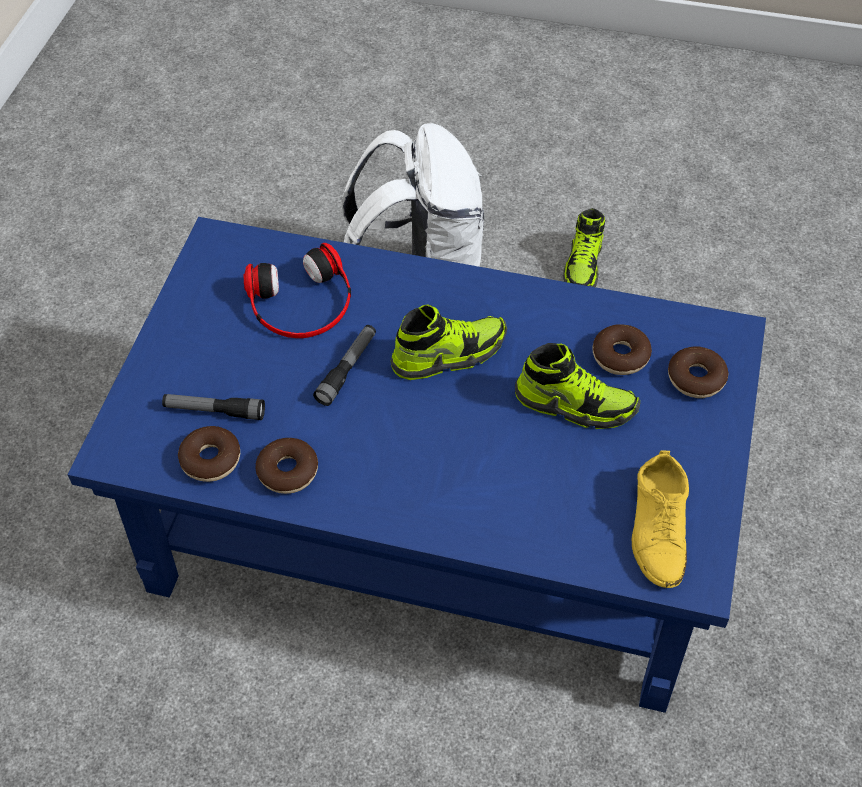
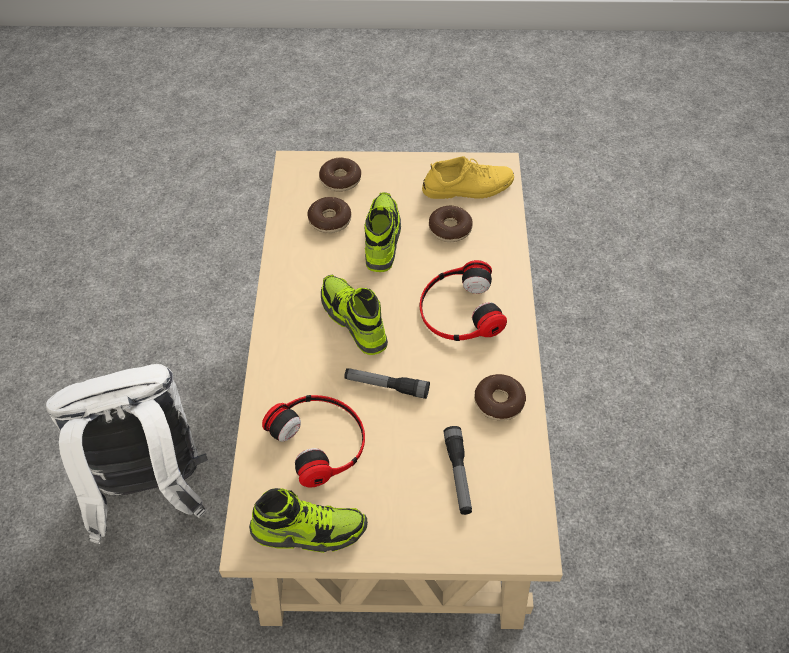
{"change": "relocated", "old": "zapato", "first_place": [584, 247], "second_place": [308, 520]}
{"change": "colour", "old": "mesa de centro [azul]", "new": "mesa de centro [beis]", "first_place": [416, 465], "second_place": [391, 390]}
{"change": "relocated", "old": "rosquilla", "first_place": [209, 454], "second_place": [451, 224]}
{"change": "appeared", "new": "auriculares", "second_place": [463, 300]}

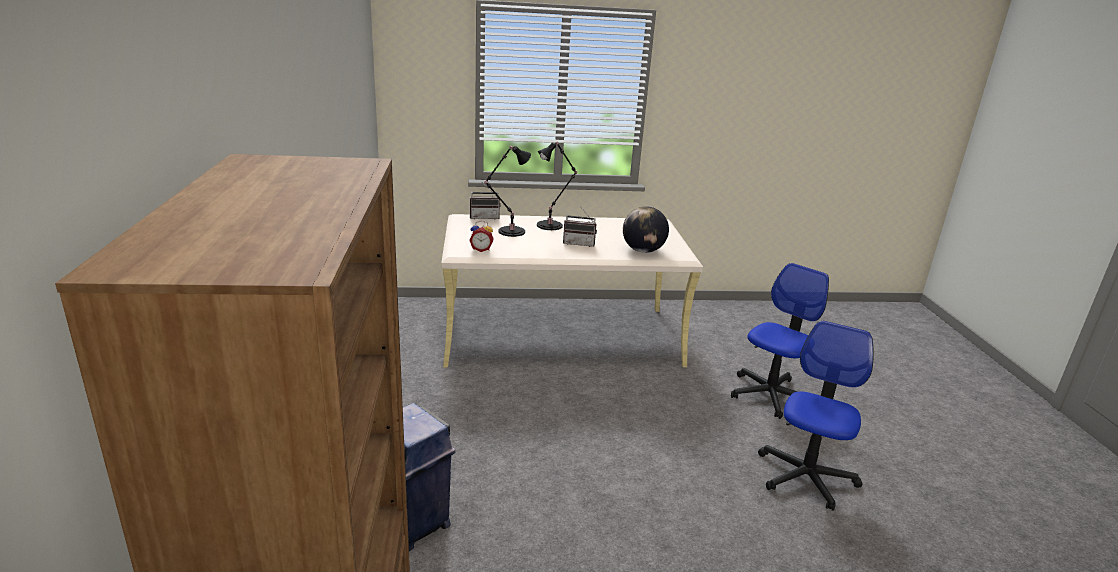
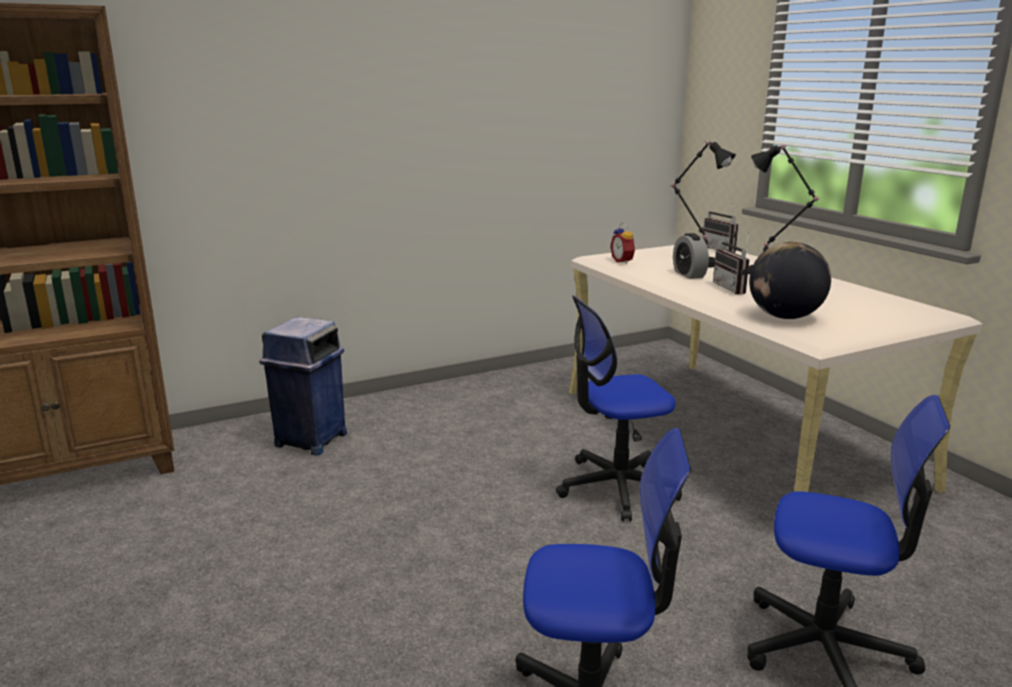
{"change": "appeared", "new": "despertador", "second_place": [691, 256]}
{"change": "appeared", "new": "silla de oficina", "second_place": [619, 409]}

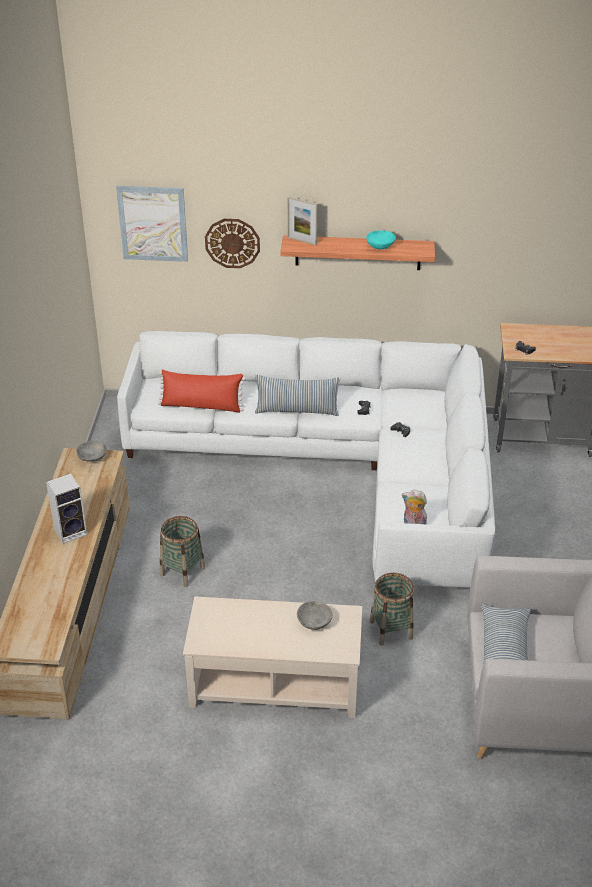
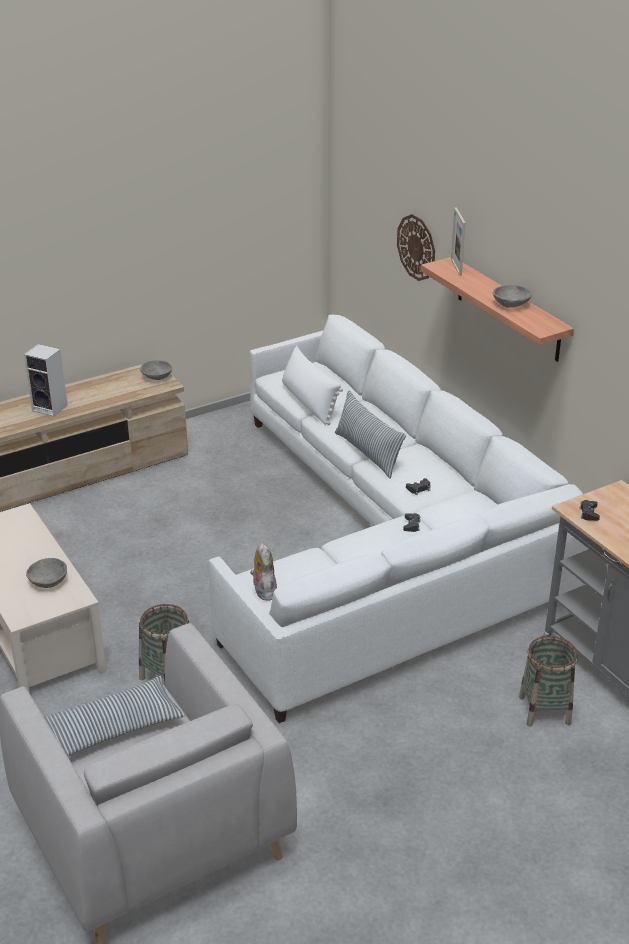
{"change": "missing", "old": "cuadro", "first_place": [152, 224]}
{"change": "colour", "old": "cuenco [turquesa]", "new": "cuenco [gris]", "first_place": [381, 240], "second_place": [512, 296]}
{"change": "colour", "old": "cojín [rojo]", "new": "cojín [blanco]", "first_place": [202, 391], "second_place": [312, 385]}
{"change": "relocated", "old": "cesta", "first_place": [182, 551], "second_place": [548, 681]}

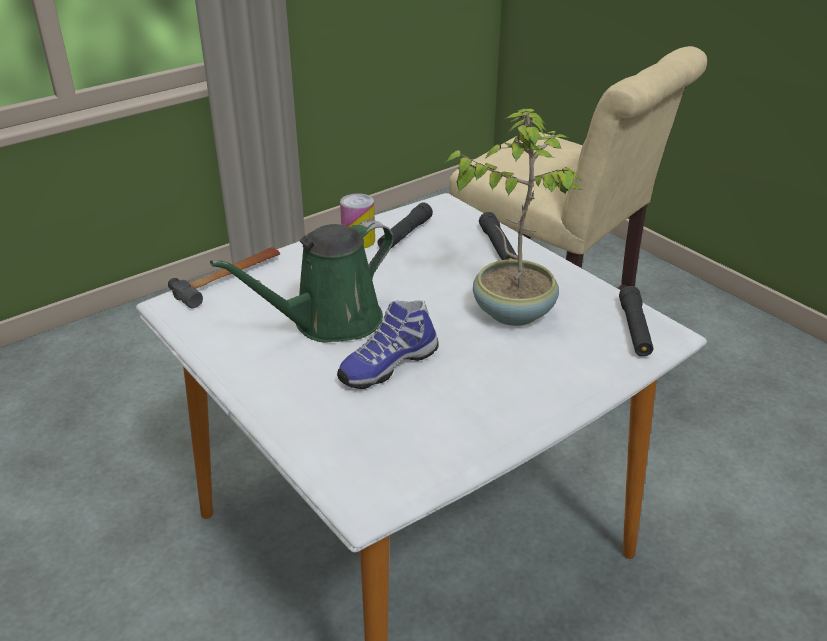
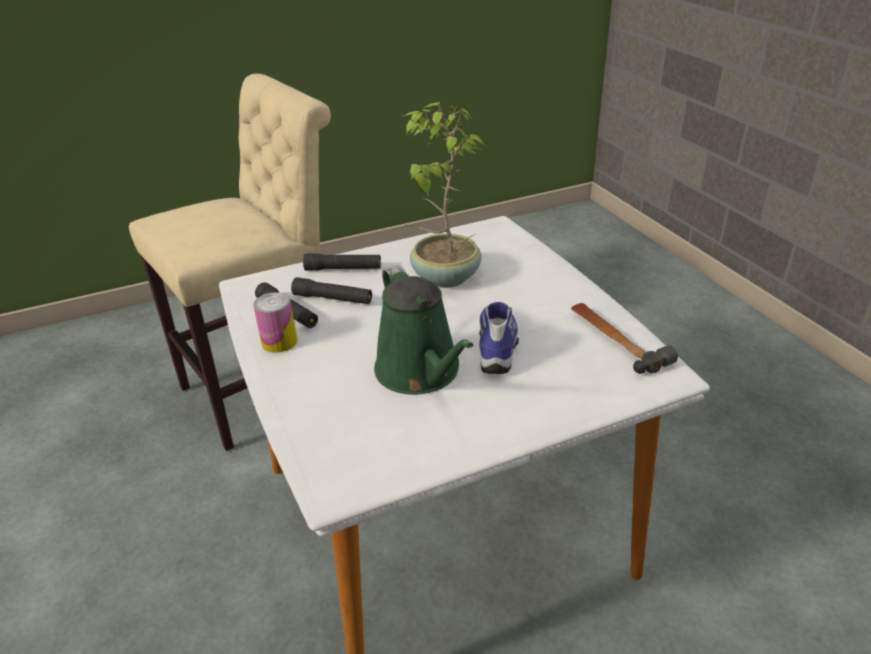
{"change": "relocated", "old": "martillo", "first_place": [224, 277], "second_place": [624, 338]}
{"change": "relocated", "old": "linterna [negro]", "first_place": [636, 321], "second_place": [331, 290]}
{"change": "spun", "old": "zapato", "first_place": [388, 344], "second_place": [499, 338], "degrees": -150}

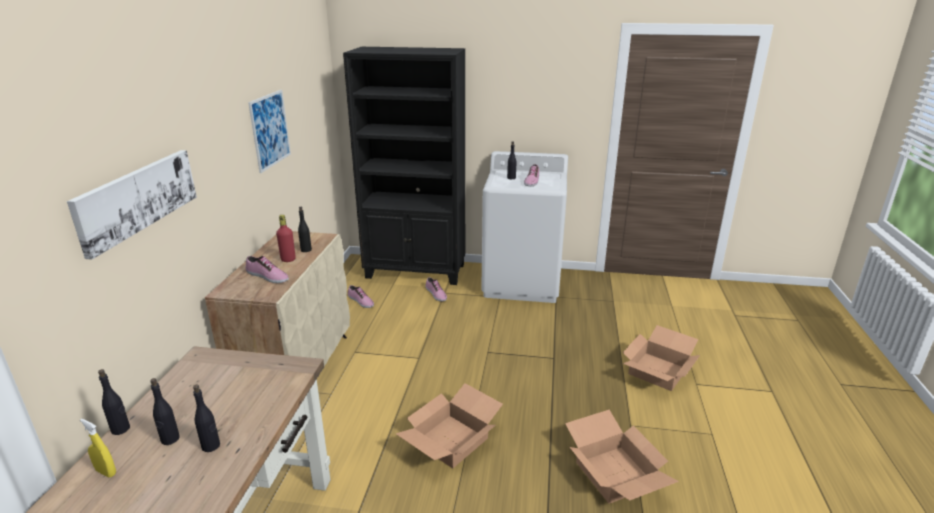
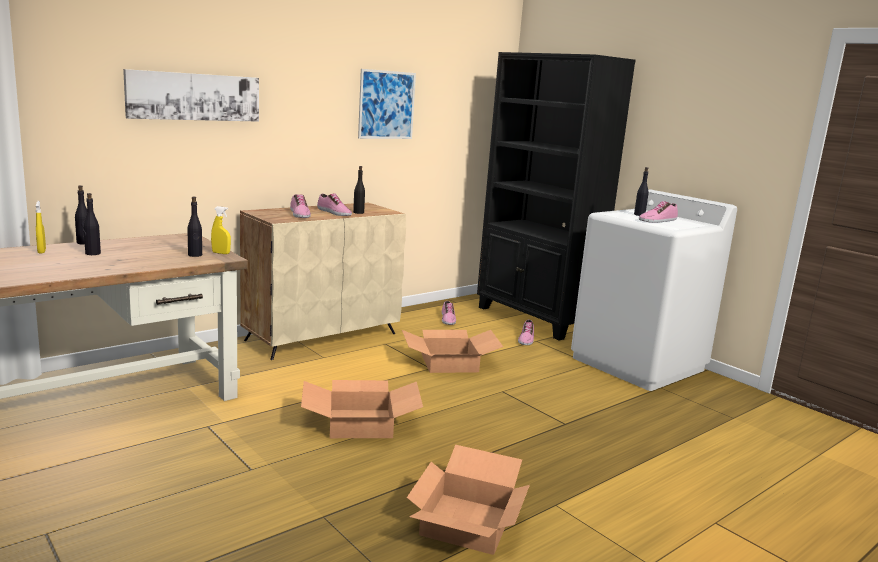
{"change": "exchanged", "old": "botella [rojo]", "new": "zapato", "first_place": [286, 238], "second_place": [334, 204]}
{"change": "relocated", "old": "caja de cartón", "first_place": [661, 358], "second_place": [452, 351]}
{"change": "relocated", "old": "botella [negro]", "first_place": [206, 418], "second_place": [194, 227]}
{"change": "appeared", "new": "pulverizador [amarillo]", "second_place": [221, 230]}

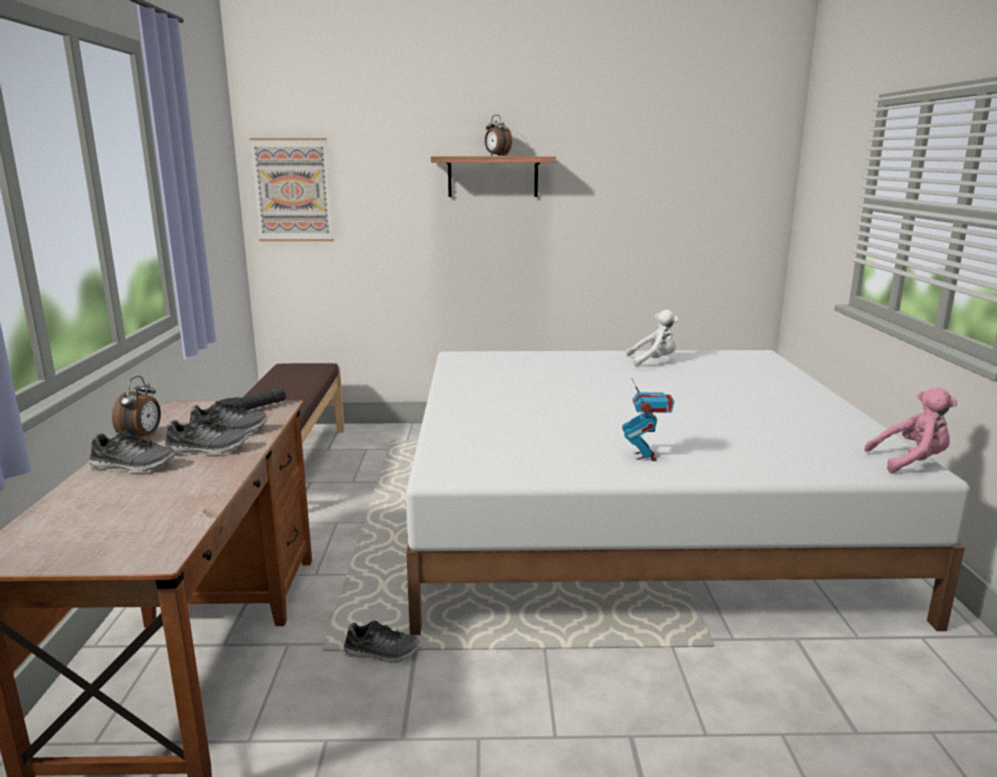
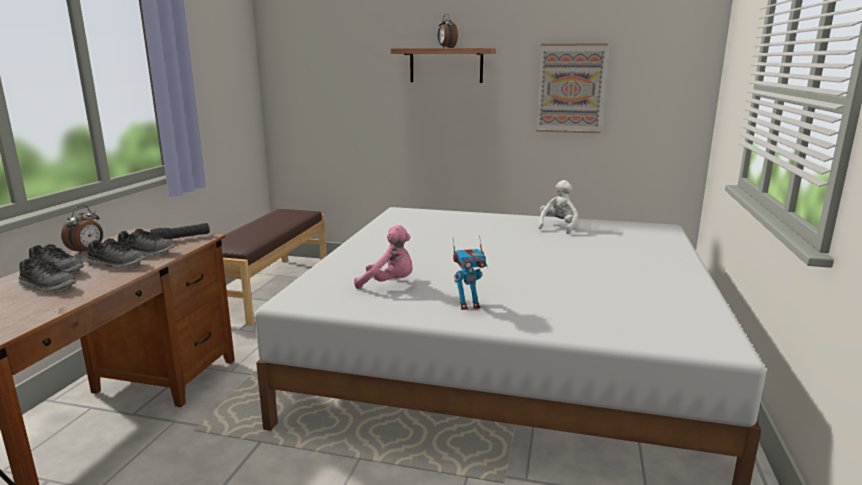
{"change": "relocated", "old": "cuadro", "first_place": [291, 189], "second_place": [572, 88]}
{"change": "spun", "old": "peluche [blanco]", "first_place": [652, 338], "second_place": [558, 207], "degrees": -75}
{"change": "spun", "old": "robot de juguete", "first_place": [648, 419], "second_place": [470, 273], "degrees": 60}
{"change": "relocated", "old": "peluche [rosa]", "first_place": [911, 430], "second_place": [383, 257]}
{"change": "relocated", "old": "zapato", "first_place": [381, 642], "second_place": [47, 275]}

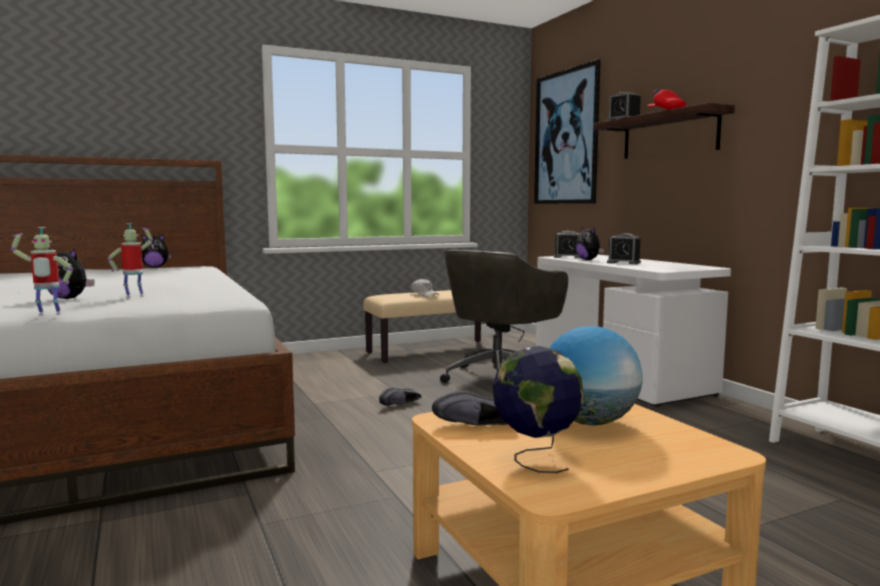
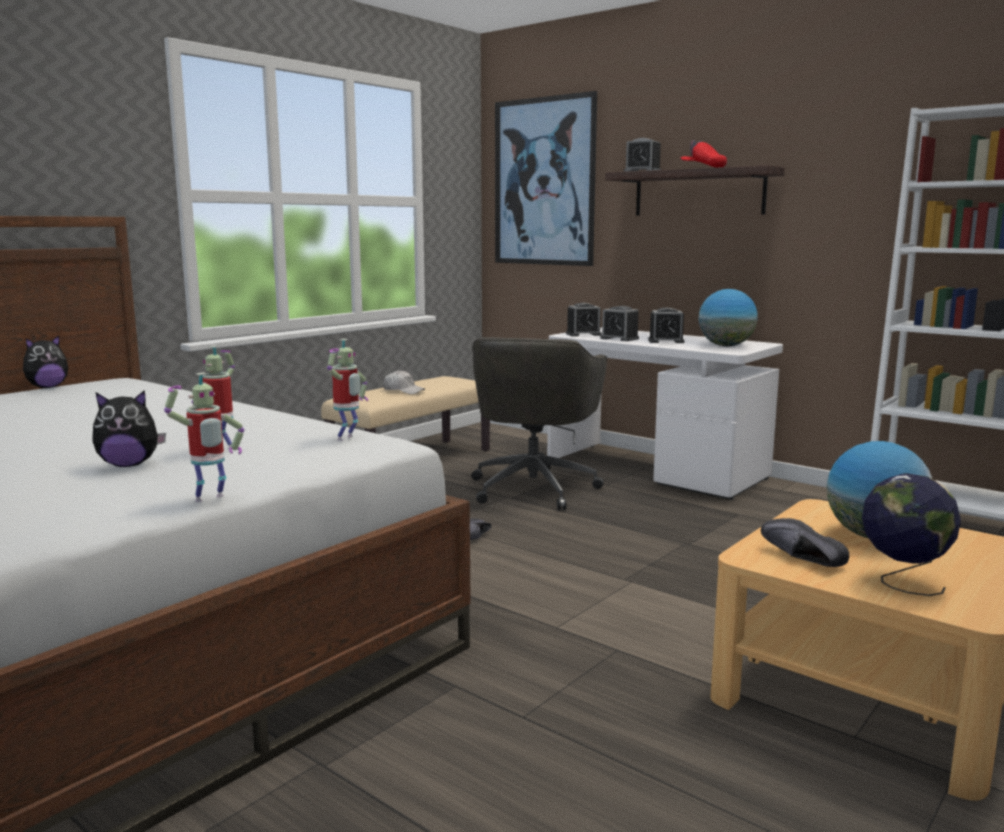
{"change": "exchanged", "old": "peluche", "new": "despertador", "first_place": [590, 243], "second_place": [619, 323]}
{"change": "spun", "old": "zapato [negro]", "first_place": [469, 408], "second_place": [805, 542], "degrees": 75}
{"change": "appeared", "new": "globo terráqueo", "second_place": [728, 317]}
{"change": "appeared", "new": "robot de juguete", "second_place": [347, 390]}

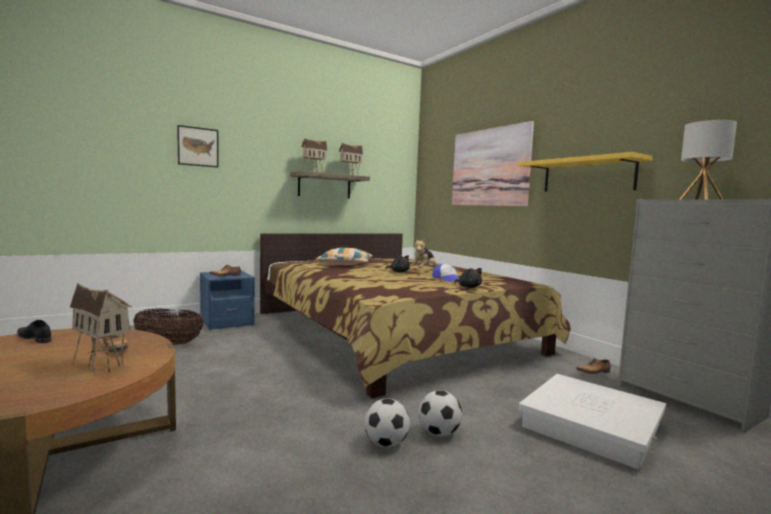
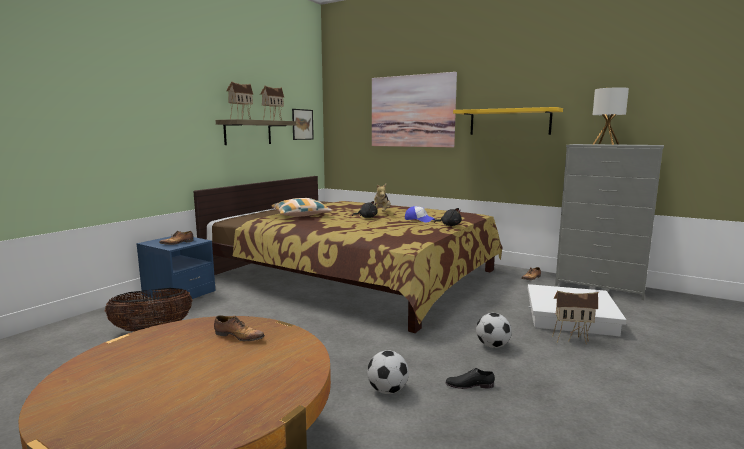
{"change": "relocated", "old": "cuadro", "first_place": [198, 146], "second_place": [303, 124]}
{"change": "relocated", "old": "casita", "first_place": [101, 328], "second_place": [575, 317]}
{"change": "relocated", "old": "zapato [negro]", "first_place": [34, 331], "second_place": [470, 378]}
{"change": "relocated", "old": "balón de fútbol", "first_place": [387, 422], "second_place": [388, 372]}

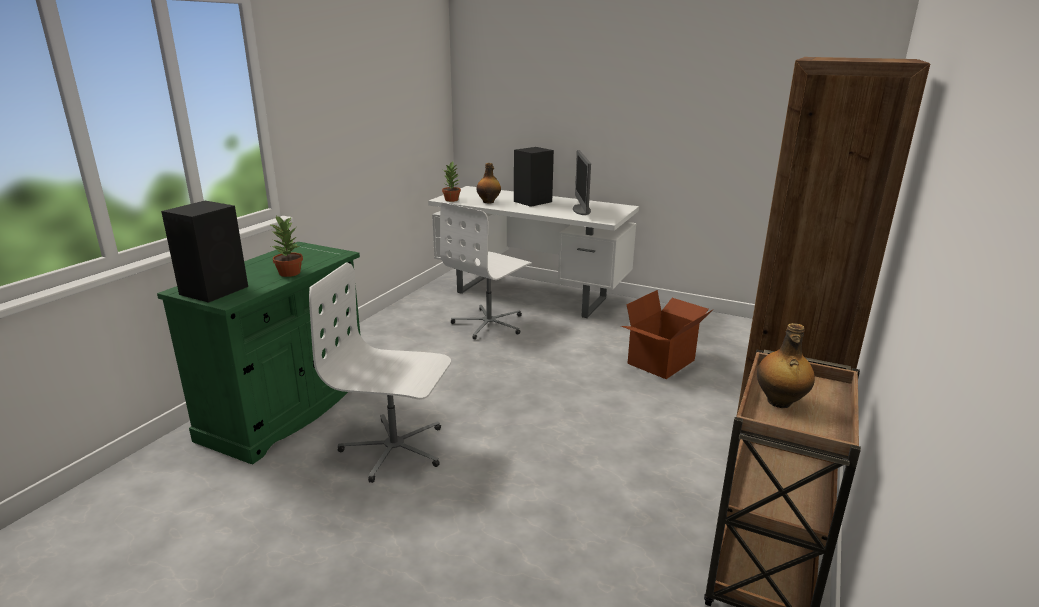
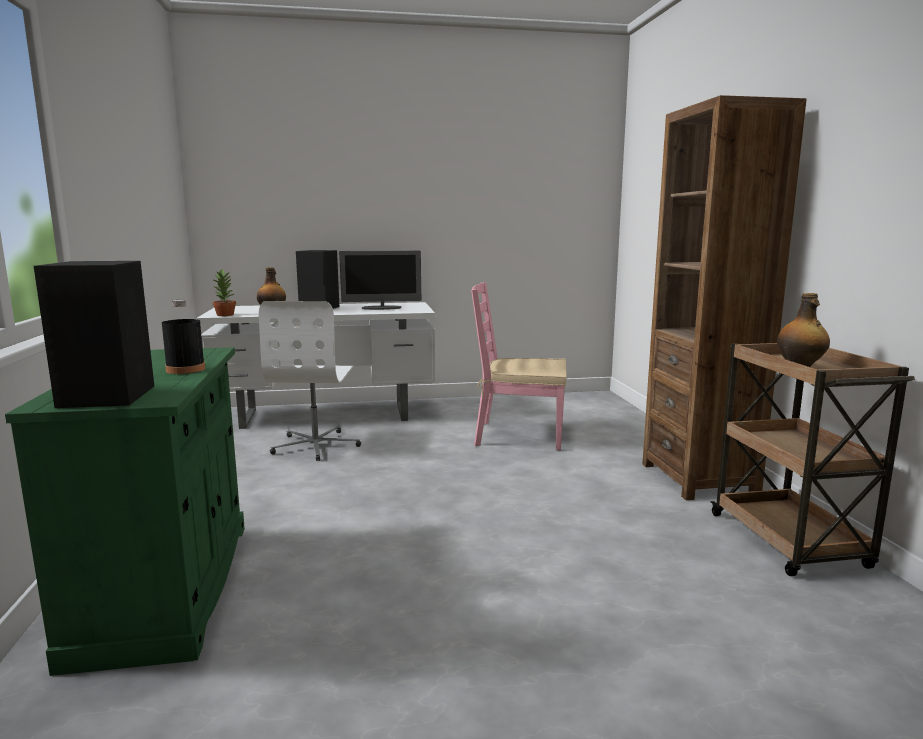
{"change": "spun", "old": "monitor", "first_place": [582, 182], "second_place": [380, 280], "degrees": -60}
{"change": "exchanged", "old": "planta en maceta", "new": "botella [negro]", "first_place": [286, 246], "second_place": [183, 337]}
{"change": "missing", "old": "silla de oficina [blanco]", "first_place": [380, 372]}
{"change": "exchanged", "old": "caja de cartón", "new": "silla [rosa]", "first_place": [667, 334], "second_place": [519, 366]}

